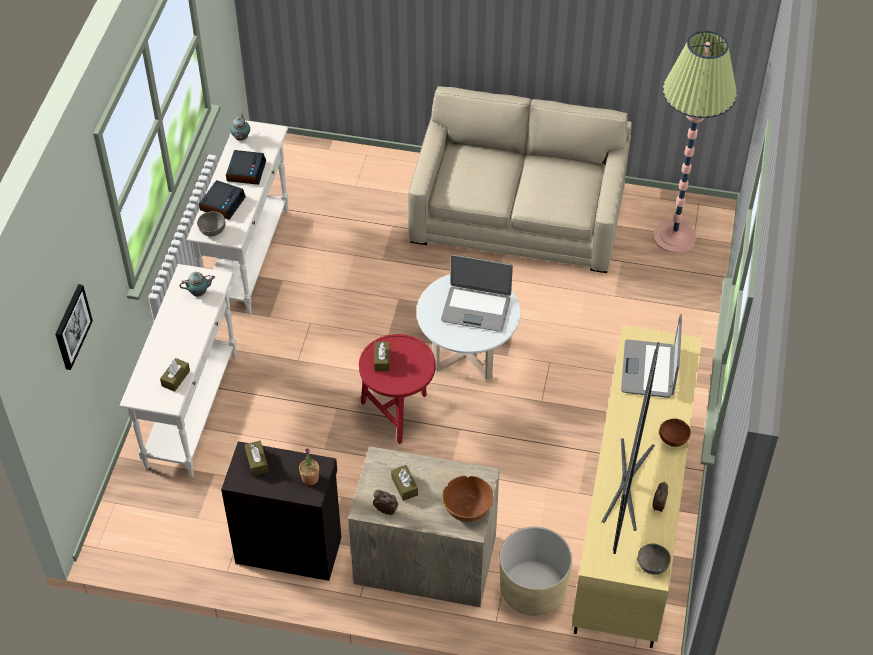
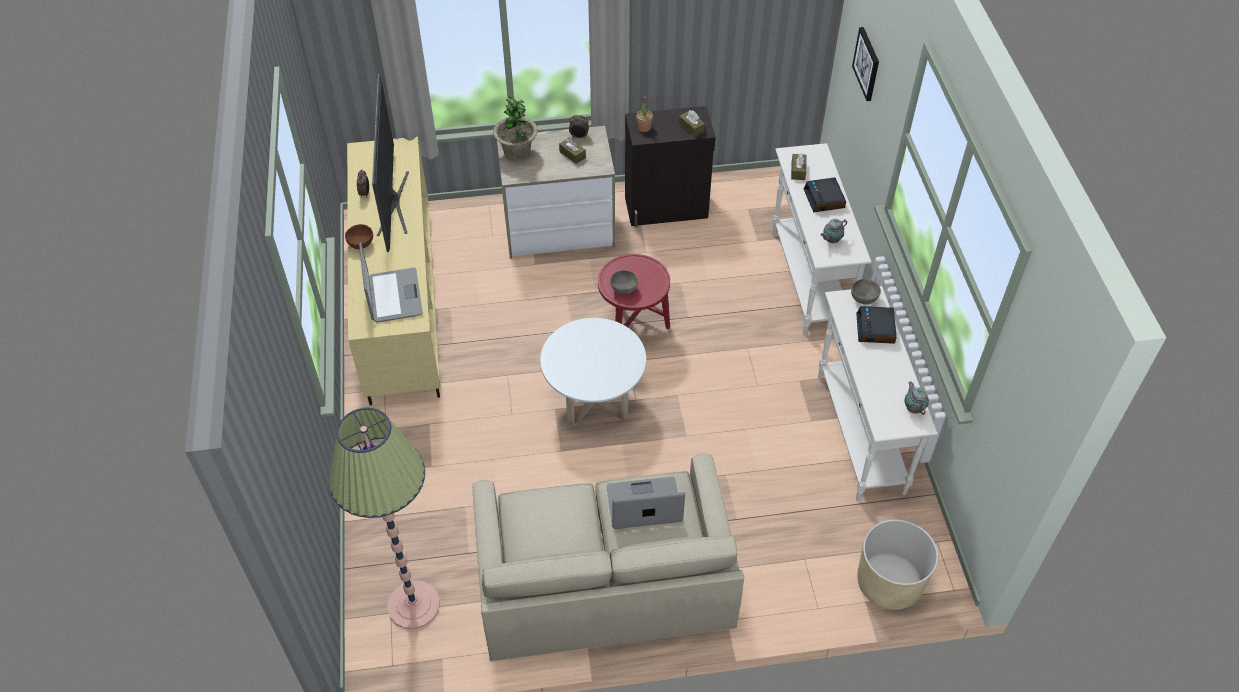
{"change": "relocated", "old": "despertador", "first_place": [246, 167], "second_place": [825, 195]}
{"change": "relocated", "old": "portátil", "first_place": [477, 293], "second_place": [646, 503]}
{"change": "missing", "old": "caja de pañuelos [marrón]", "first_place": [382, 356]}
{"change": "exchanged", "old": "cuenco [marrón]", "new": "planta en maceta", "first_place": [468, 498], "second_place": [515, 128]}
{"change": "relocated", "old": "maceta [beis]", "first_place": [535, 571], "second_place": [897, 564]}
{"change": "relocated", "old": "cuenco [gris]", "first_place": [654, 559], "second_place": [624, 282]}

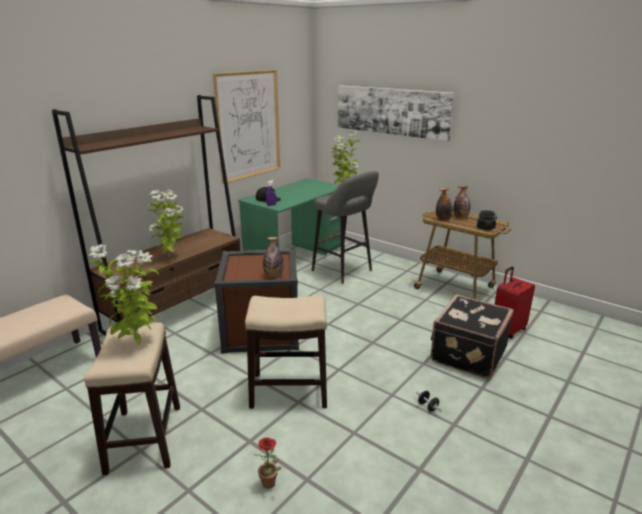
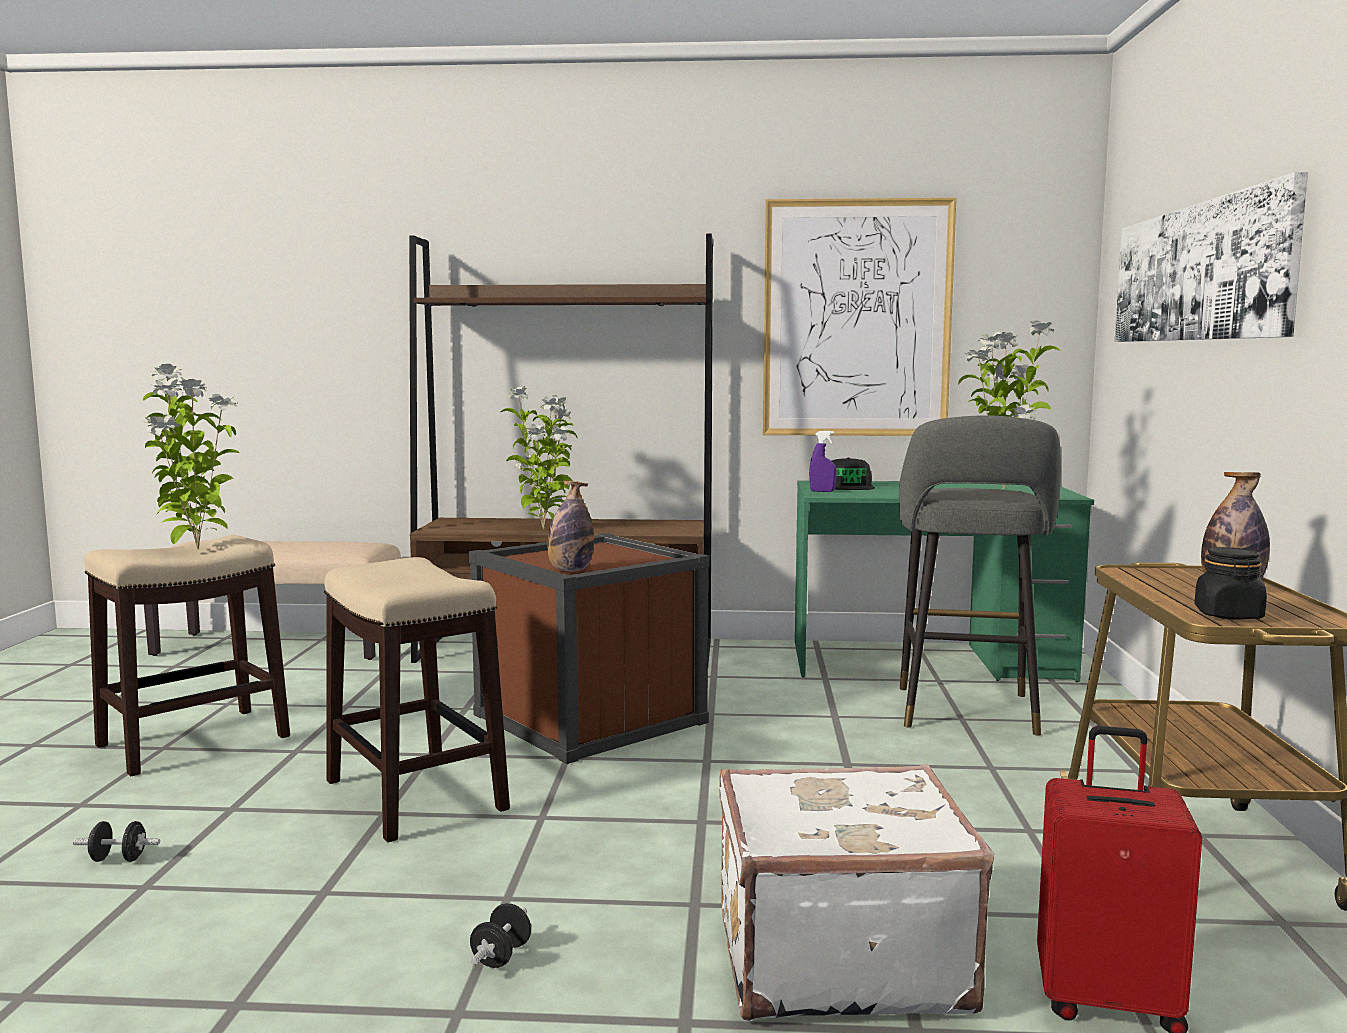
{"change": "missing", "old": "botella", "first_place": [444, 204]}
{"change": "colour", "old": "maleta [negro]", "new": "maleta [blanco]", "first_place": [472, 336], "second_place": [856, 893]}
{"change": "exchanged", "old": "planta en maceta", "new": "mancuerna [negro]", "first_place": [268, 463], "second_place": [116, 841]}

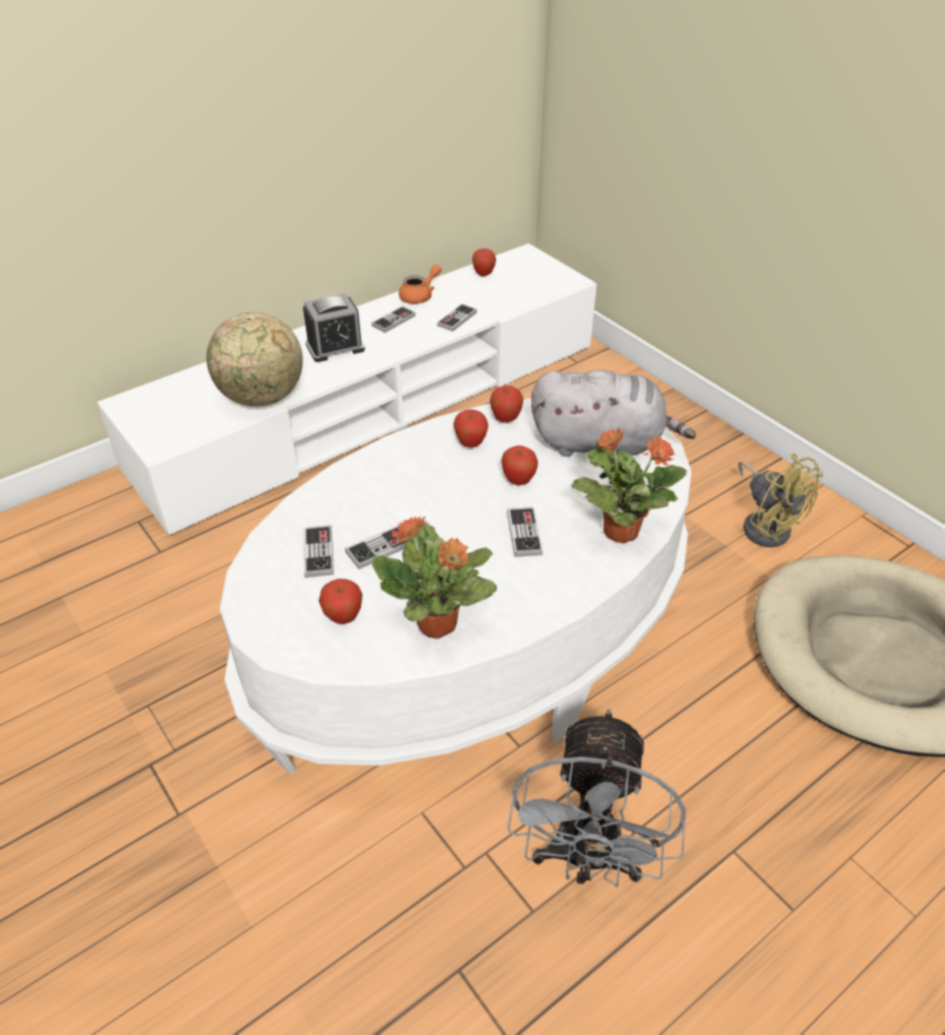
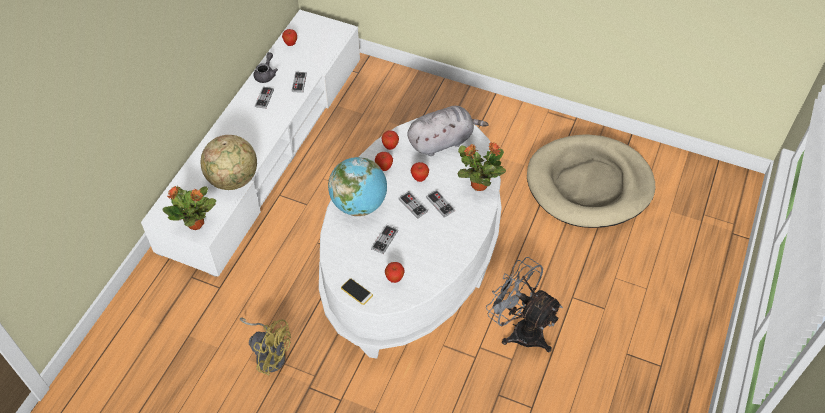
{"change": "colour", "old": "tetera [naranja]", "new": "tetera [gris]", "first_place": [420, 284], "second_place": [266, 67]}
{"change": "missing", "old": "despertador", "first_place": [334, 327]}
{"change": "relocated", "old": "ventilador [amarillo]", "first_place": [780, 500], "second_place": [265, 346]}
{"change": "relocated", "old": "planta en maceta", "first_place": [434, 577], "second_place": [189, 208]}
{"change": "relocated", "old": "mando de consola", "first_place": [319, 551], "second_place": [413, 205]}
{"change": "spun", "old": "ventilador [gris]", "first_place": [596, 798], "second_place": [524, 305], "degrees": 150}
{"change": "appeared", "new": "globo terráqueo", "second_place": [357, 186]}
{"change": "appeared", "new": "móvil", "second_place": [357, 291]}

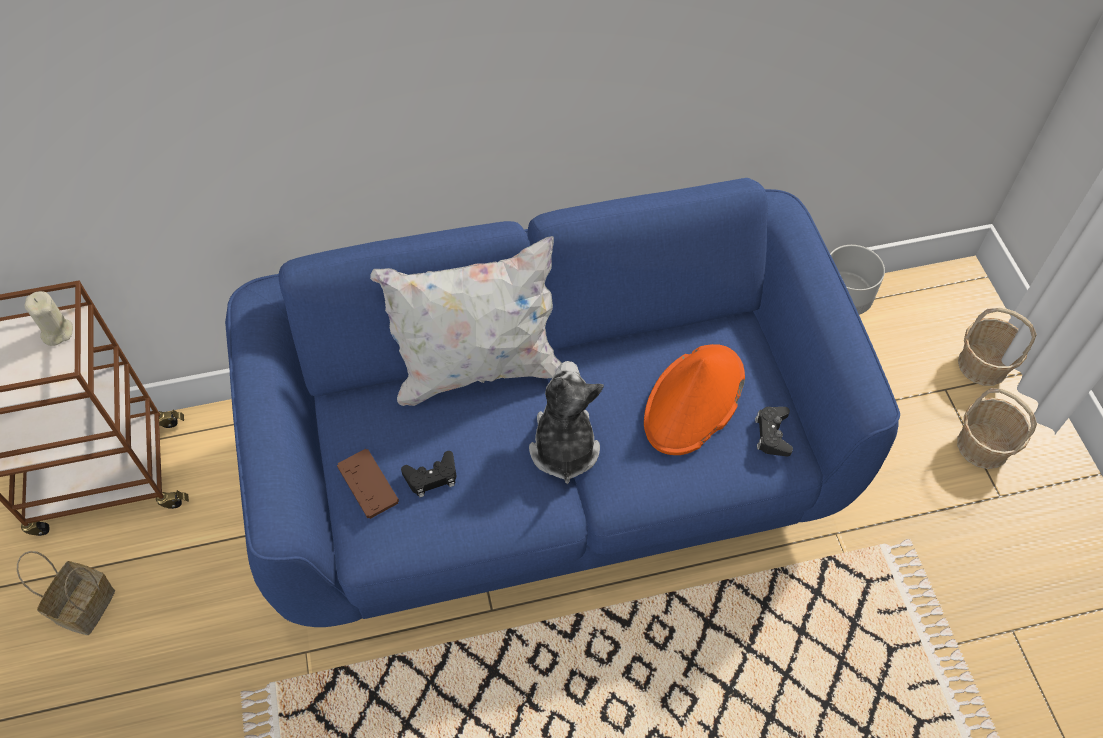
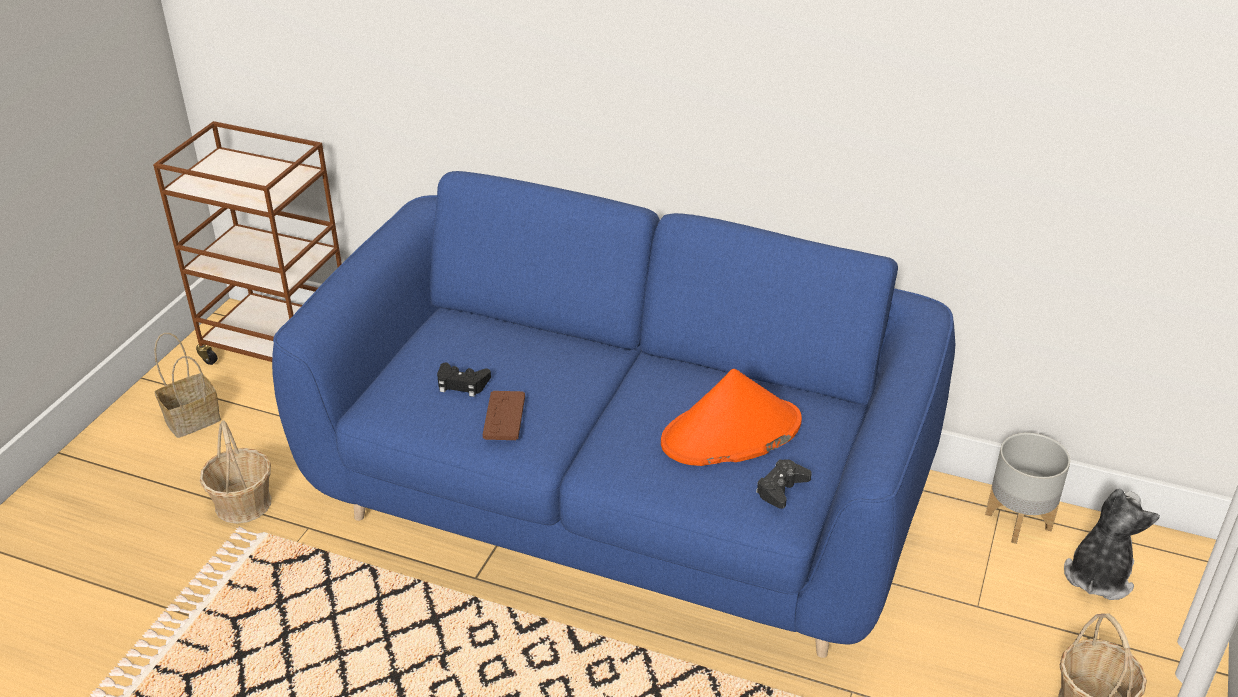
{"change": "missing", "old": "cojín [blanco]", "first_place": [466, 321]}
{"change": "missing", "old": "vela [beis]", "first_place": [48, 318]}
{"change": "relocated", "old": "cesta", "first_place": [997, 347], "second_place": [235, 472]}
{"change": "relocated", "old": "peluche", "first_place": [566, 422], "second_place": [1112, 544]}
{"change": "relocated", "old": "mando de consola [marrón]", "first_place": [368, 484], "second_place": [504, 415]}

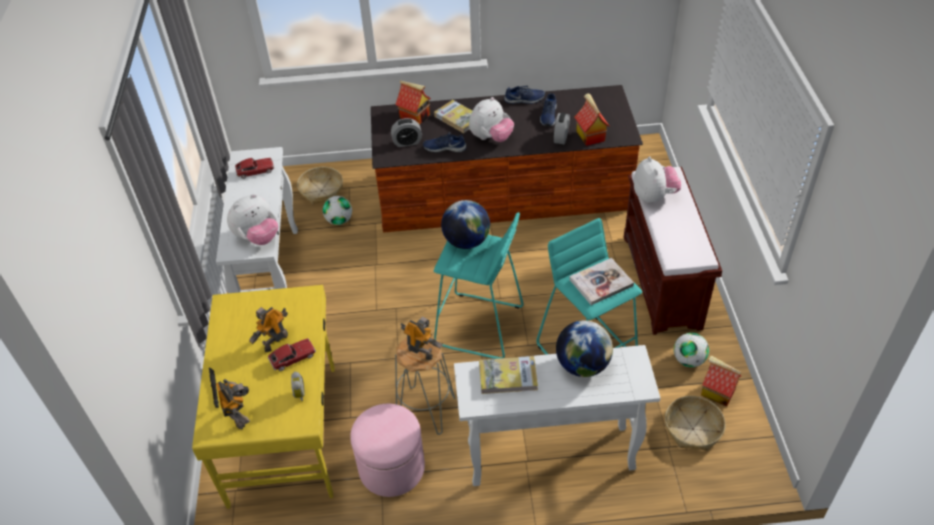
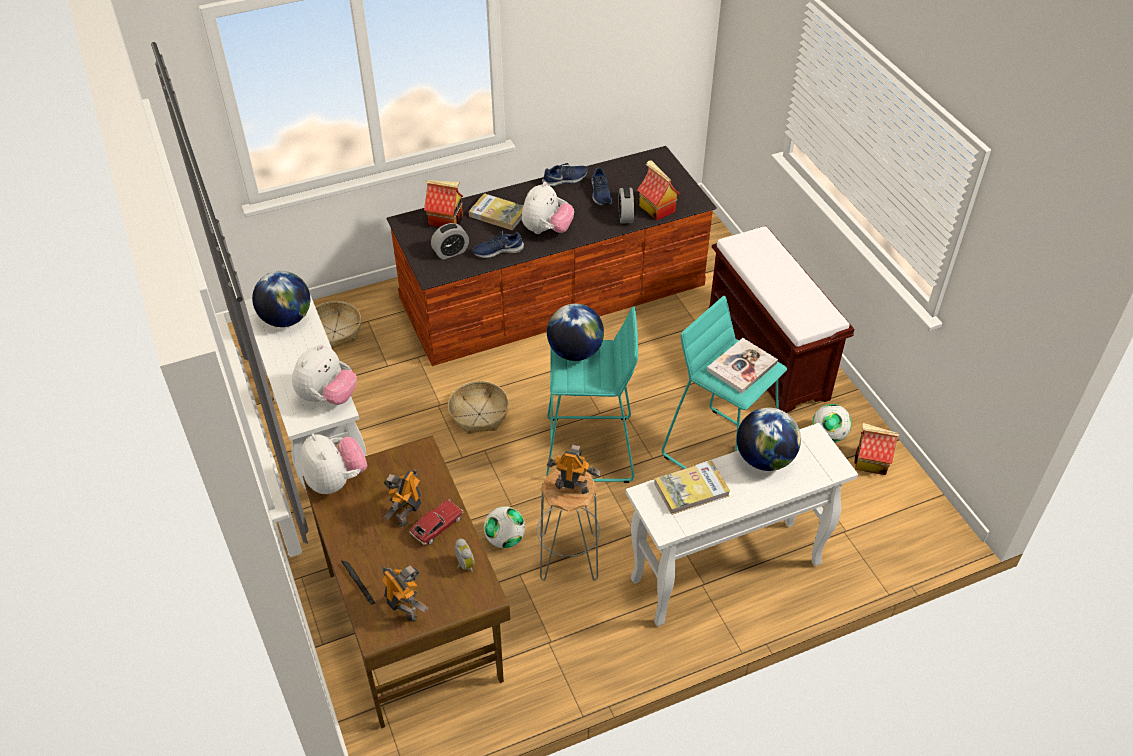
{"change": "relocated", "old": "peluche", "first_place": [657, 180], "second_place": [334, 464]}
{"change": "exchanged", "old": "coche de juguete", "new": "globo terráqueo", "first_place": [254, 168], "second_place": [281, 299]}
{"change": "relocated", "old": "balón de fútbol", "first_place": [337, 210], "second_place": [504, 527]}
{"change": "colour", "old": "escritorio [amarillo]", "new": "escritorio [marrón]", "first_place": [263, 397], "second_place": [406, 582]}
{"change": "relocated", "old": "cesta", "first_place": [695, 423], "second_place": [478, 407]}
{"change": "missing", "old": "puf [rosa]", "first_place": [387, 450]}

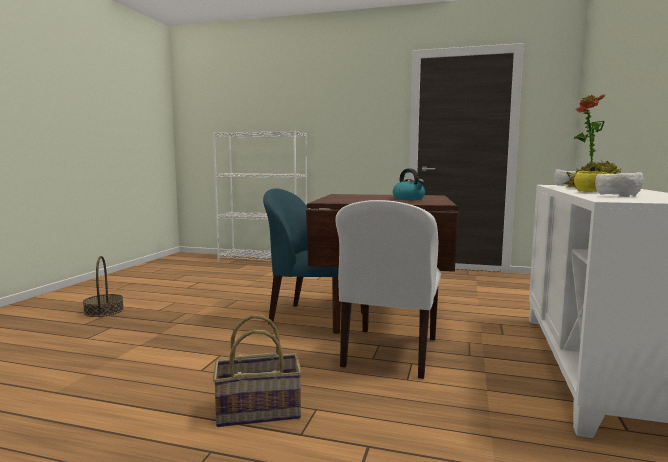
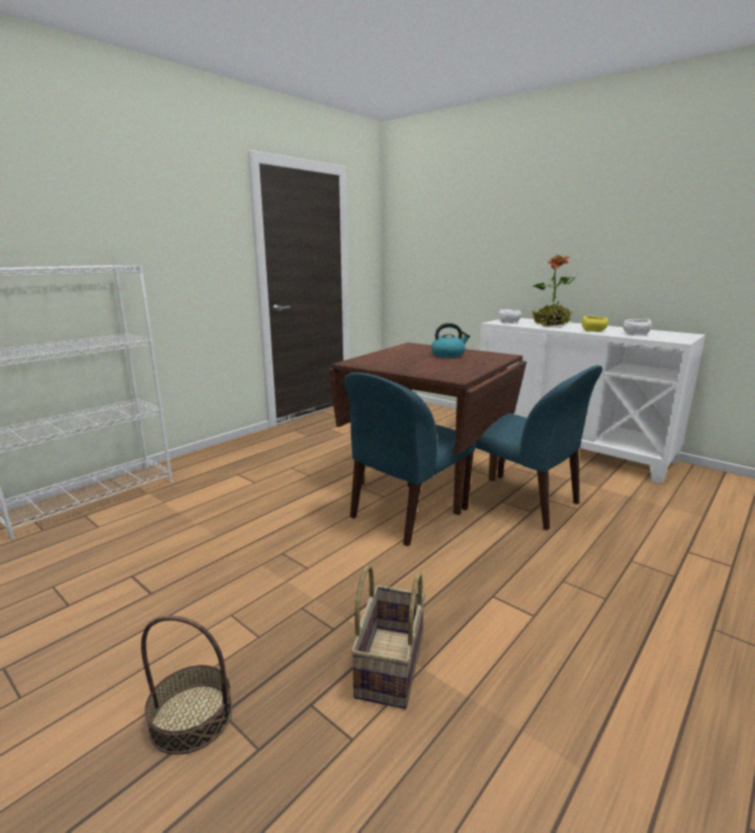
{"change": "colour", "old": "silla [blanco]", "new": "silla [azul]", "first_place": [388, 289], "second_place": [539, 447]}
{"change": "relocated", "old": "cesta", "first_place": [257, 371], "second_place": [387, 637]}

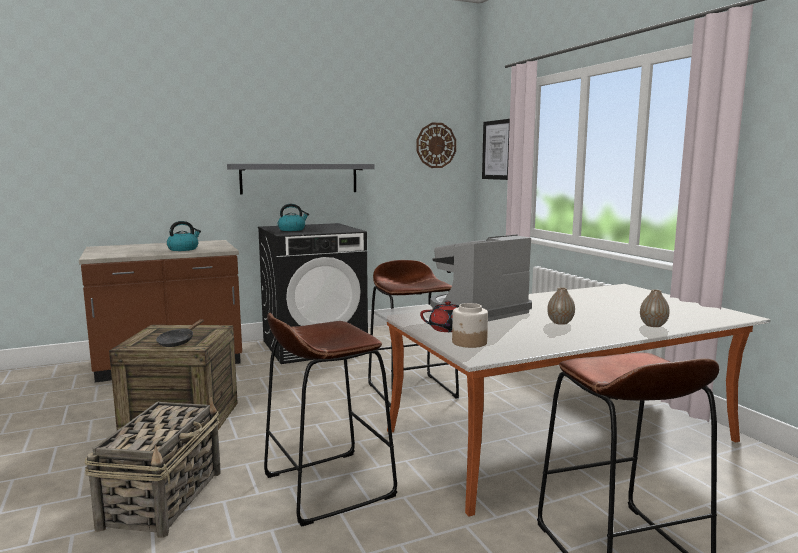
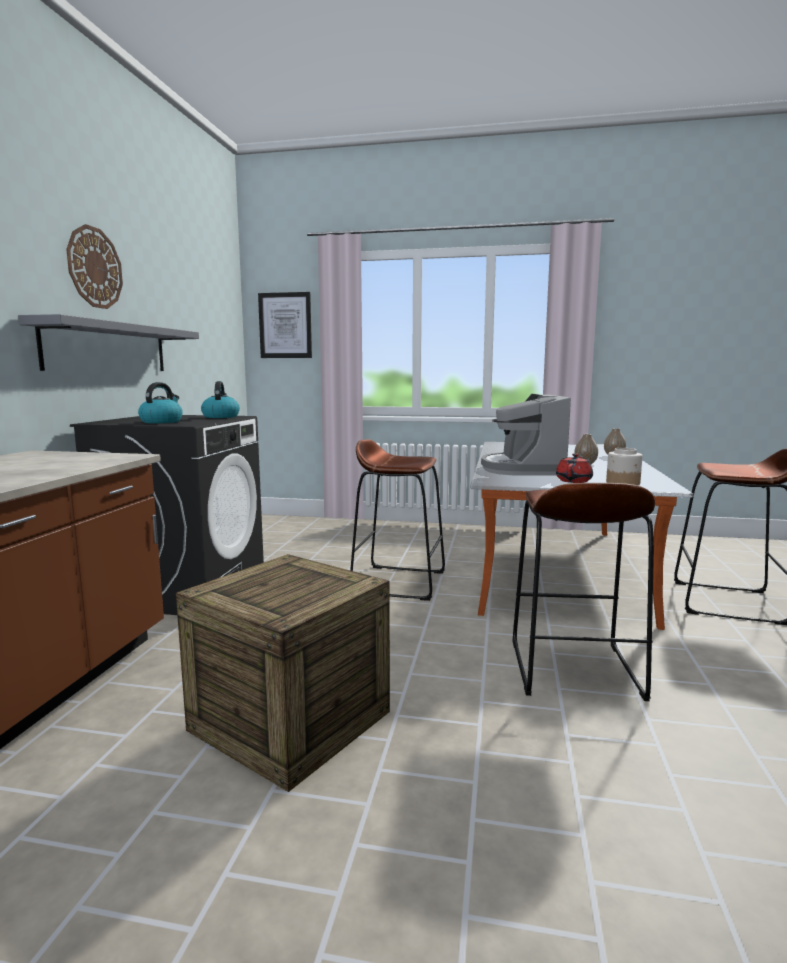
{"change": "relocated", "old": "reloj de pared", "first_place": [436, 145], "second_place": [94, 266]}
{"change": "relocated", "old": "hervidor", "first_place": [184, 236], "second_place": [220, 399]}
{"change": "missing", "old": "sartén [negro]", "first_place": [180, 333]}
{"change": "missing", "old": "cesta", "first_place": [153, 467]}

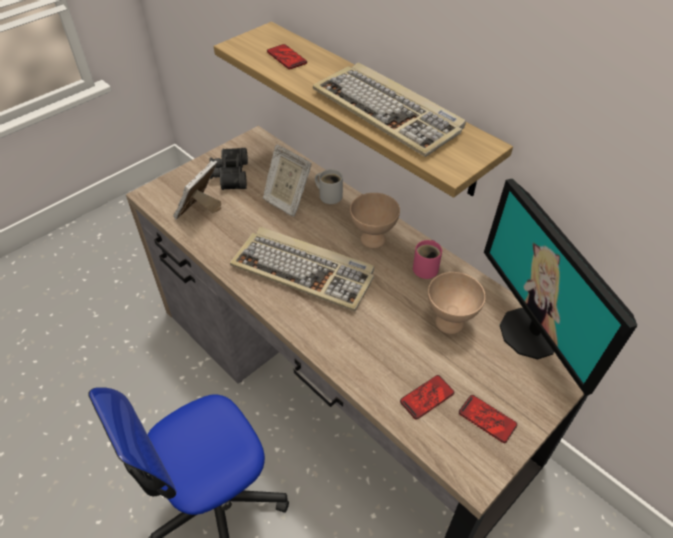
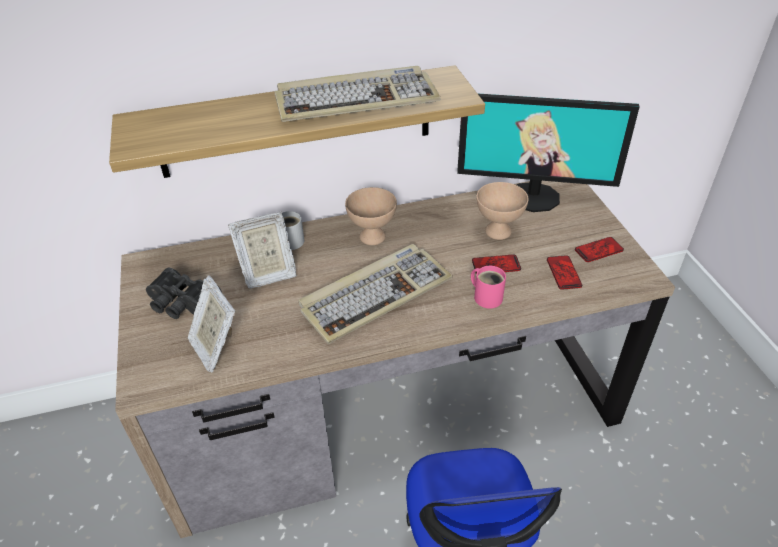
{"change": "relocated", "old": "móvil", "first_place": [287, 56], "second_place": [496, 264]}
{"change": "relocated", "old": "taza grande [rosa]", "first_place": [427, 259], "second_place": [488, 287]}

